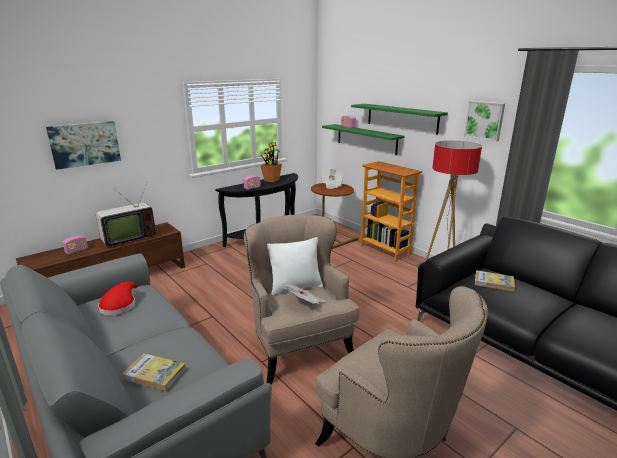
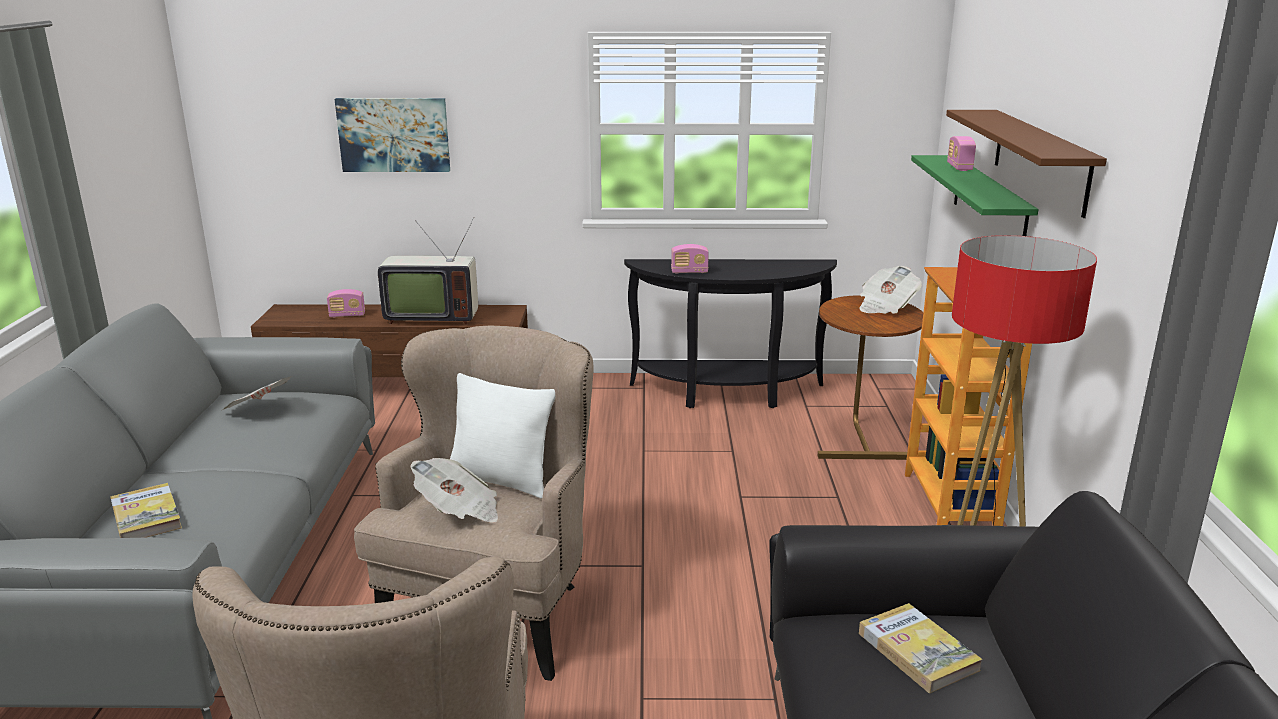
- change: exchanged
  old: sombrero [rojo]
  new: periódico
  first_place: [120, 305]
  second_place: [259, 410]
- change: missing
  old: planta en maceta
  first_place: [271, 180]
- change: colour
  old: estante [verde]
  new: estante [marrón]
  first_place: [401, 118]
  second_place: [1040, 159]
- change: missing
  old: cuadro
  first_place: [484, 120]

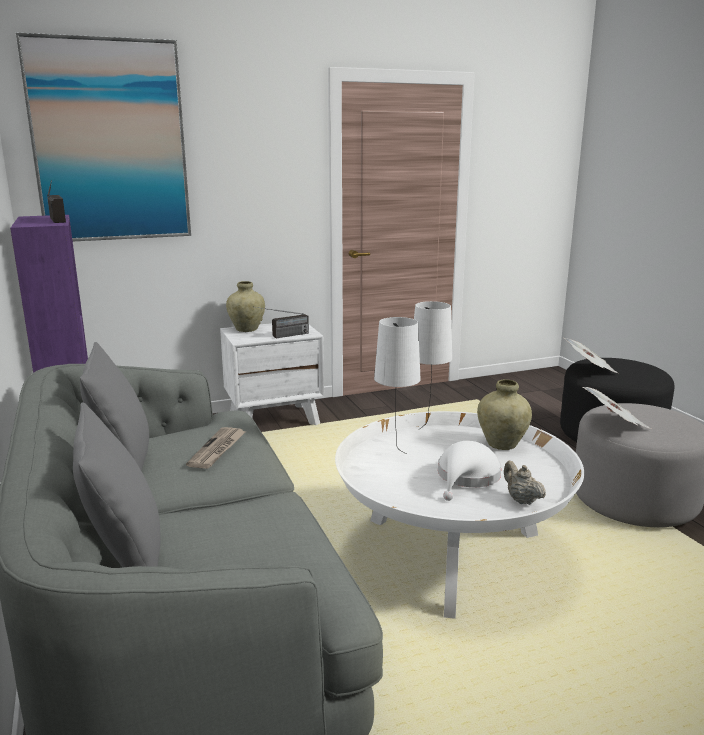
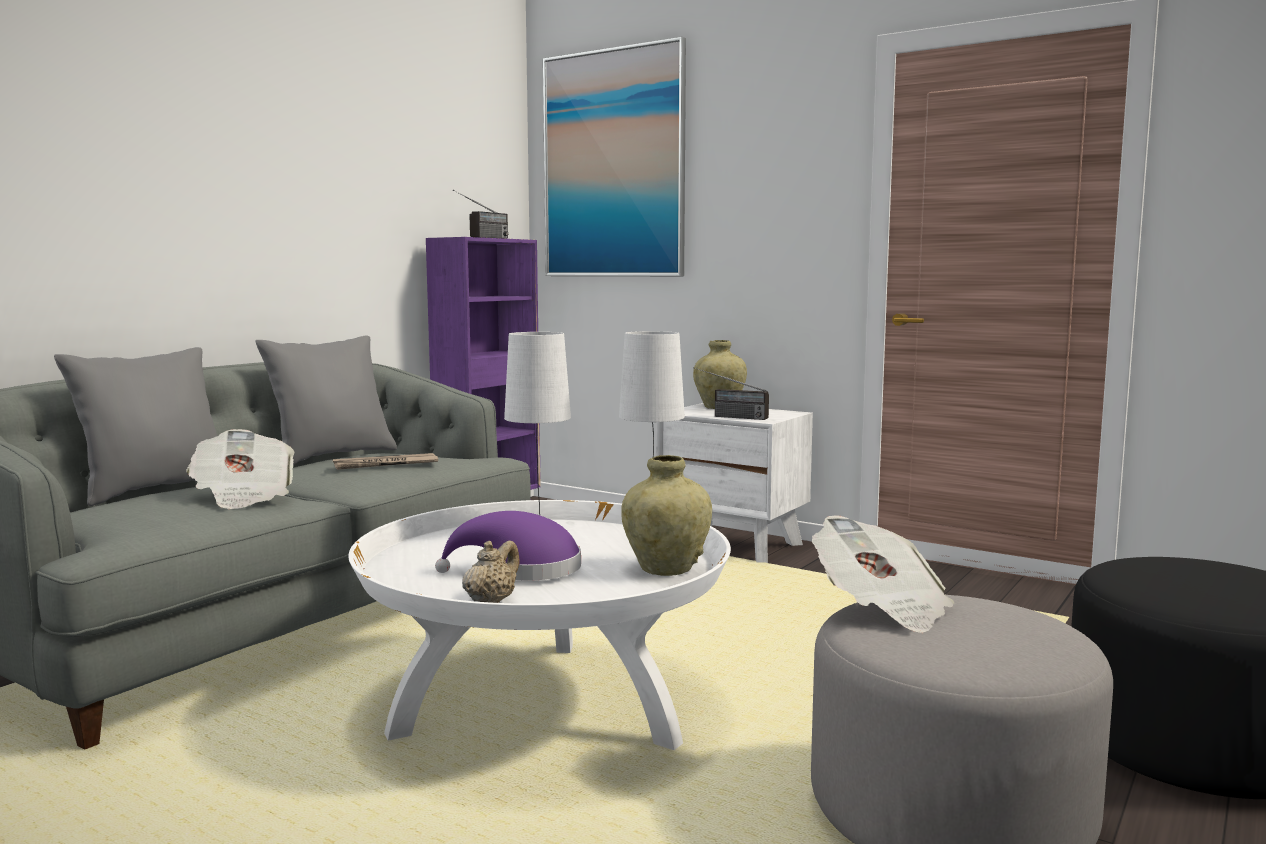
- change: colour
  old: sombrero [blanco]
  new: sombrero [morado]
  first_place: [467, 477]
  second_place: [522, 570]
- change: relocated
  old: periódico
  first_place: [589, 369]
  second_place: [243, 496]

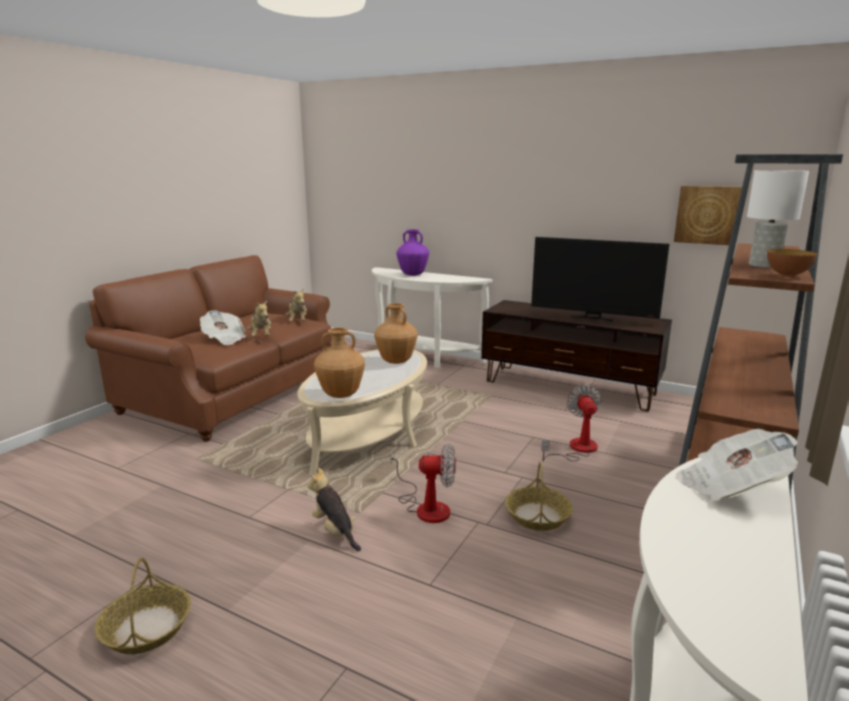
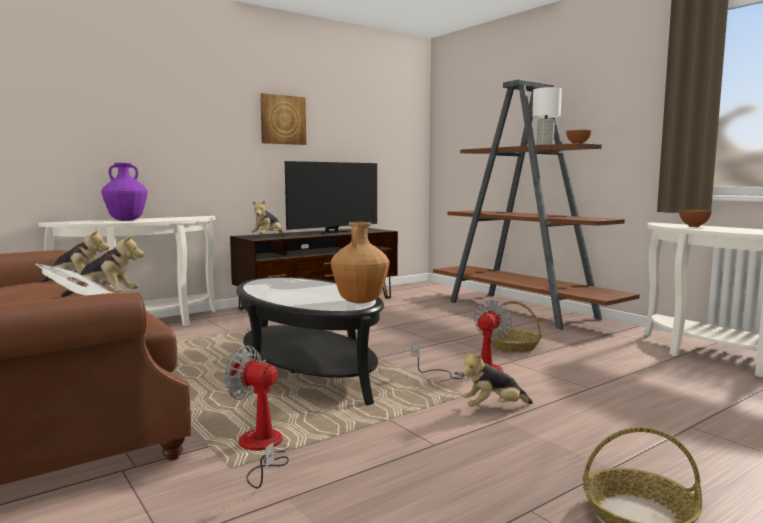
- change: colour
  old: mesa de centro [beis]
  new: mesa de centro [negro]
  first_place: [368, 435]
  second_place: [307, 371]
- change: missing
  old: florero [marrón]
  first_place: [396, 361]
- change: relocated
  old: ventilador
  first_place: [576, 449]
  second_place: [261, 450]
- change: relocated
  old: cuadro
  first_place: [707, 215]
  second_place: [282, 120]
- change: exchanged
  old: periódico
  new: cuenco
  first_place: [730, 487]
  second_place: [693, 226]
- change: appeared
  new: peluche
  second_place: [268, 237]

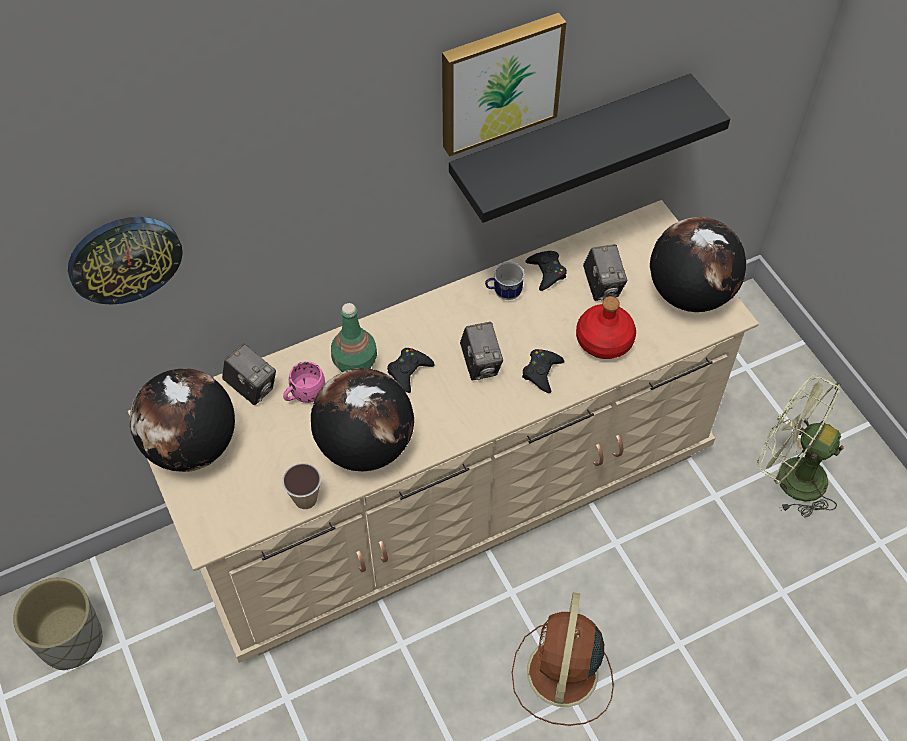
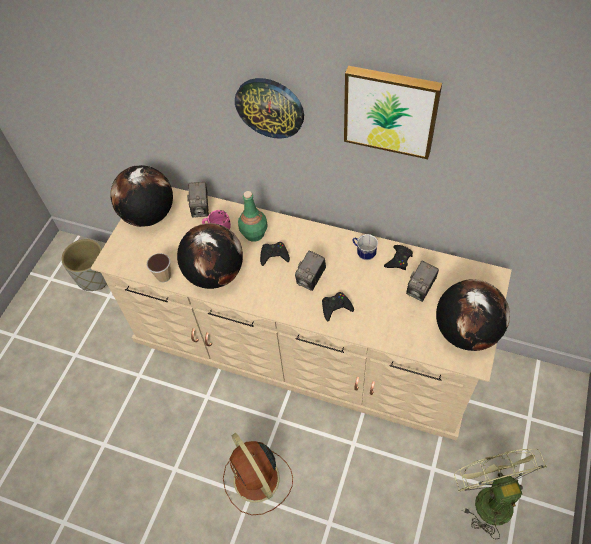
- change: relocated
  old: reloj de pared
  first_place: [124, 258]
  second_place: [270, 107]
- change: missing
  old: estante [negro]
  first_place: [569, 144]
- change: spun
  old: ventilador [marrón]
  first_place: [562, 675]
  second_place: [257, 480]
  degrees: -90
- change: missing
  old: botella [rojo]
  first_place: [603, 341]

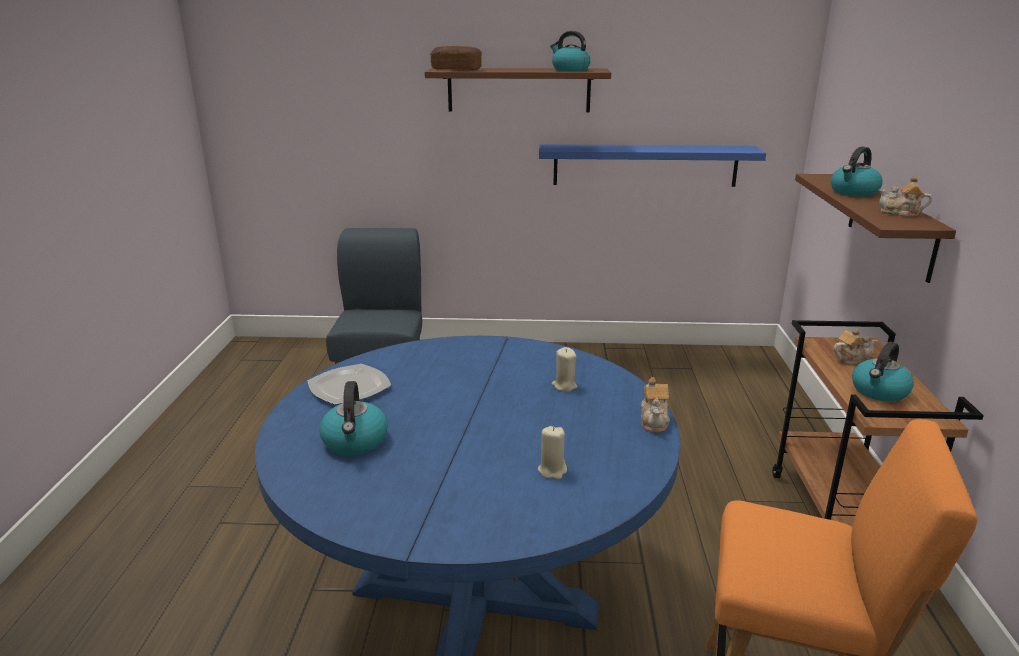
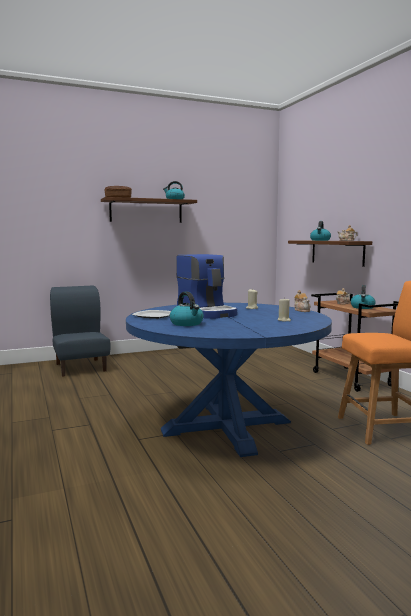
- change: missing
  old: estante [azul]
  first_place: [645, 165]
- change: appeared
  new: cafetera
  second_place: [207, 312]

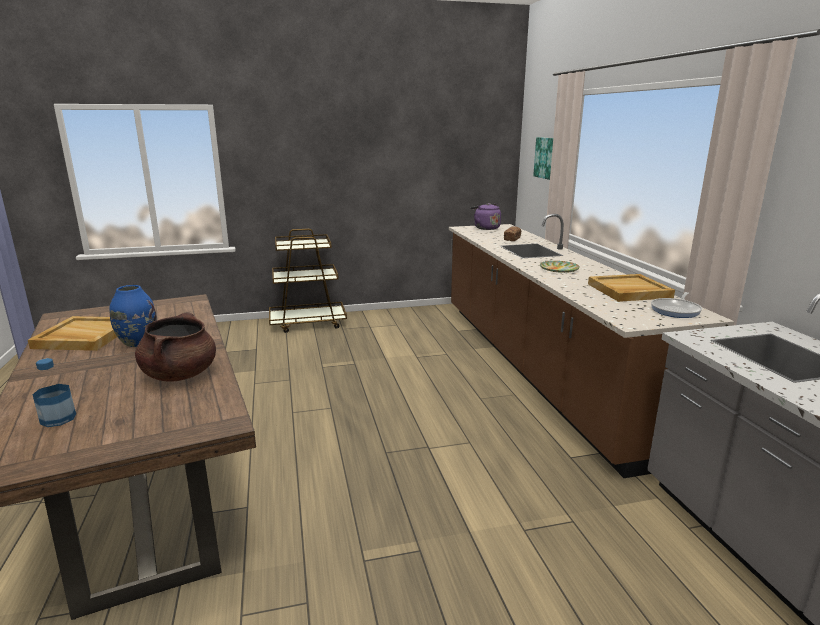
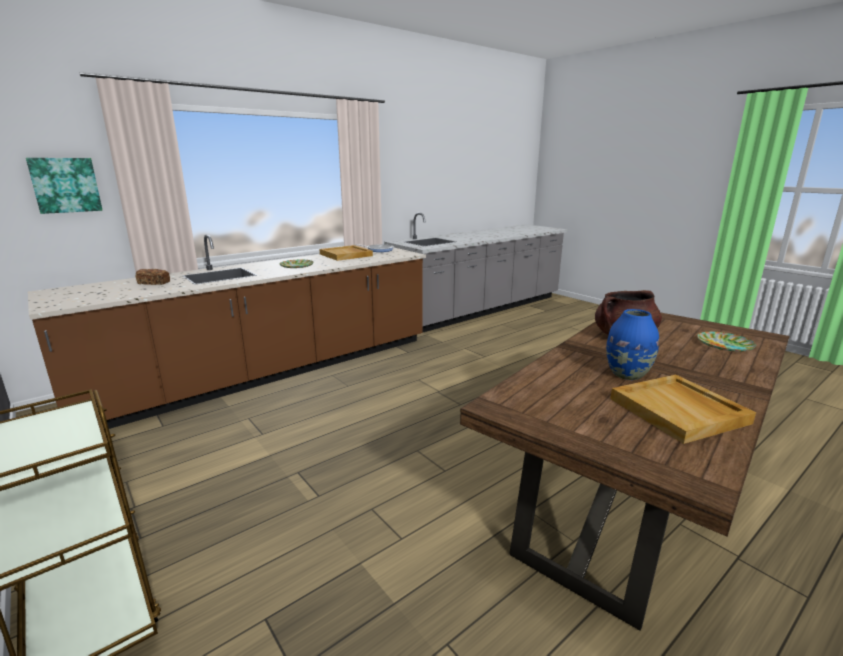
- change: exchanged
  old: botella
  new: plato
  first_place: [58, 419]
  second_place: [725, 345]
- change: missing
  old: hervidor [morado]
  first_place: [485, 228]

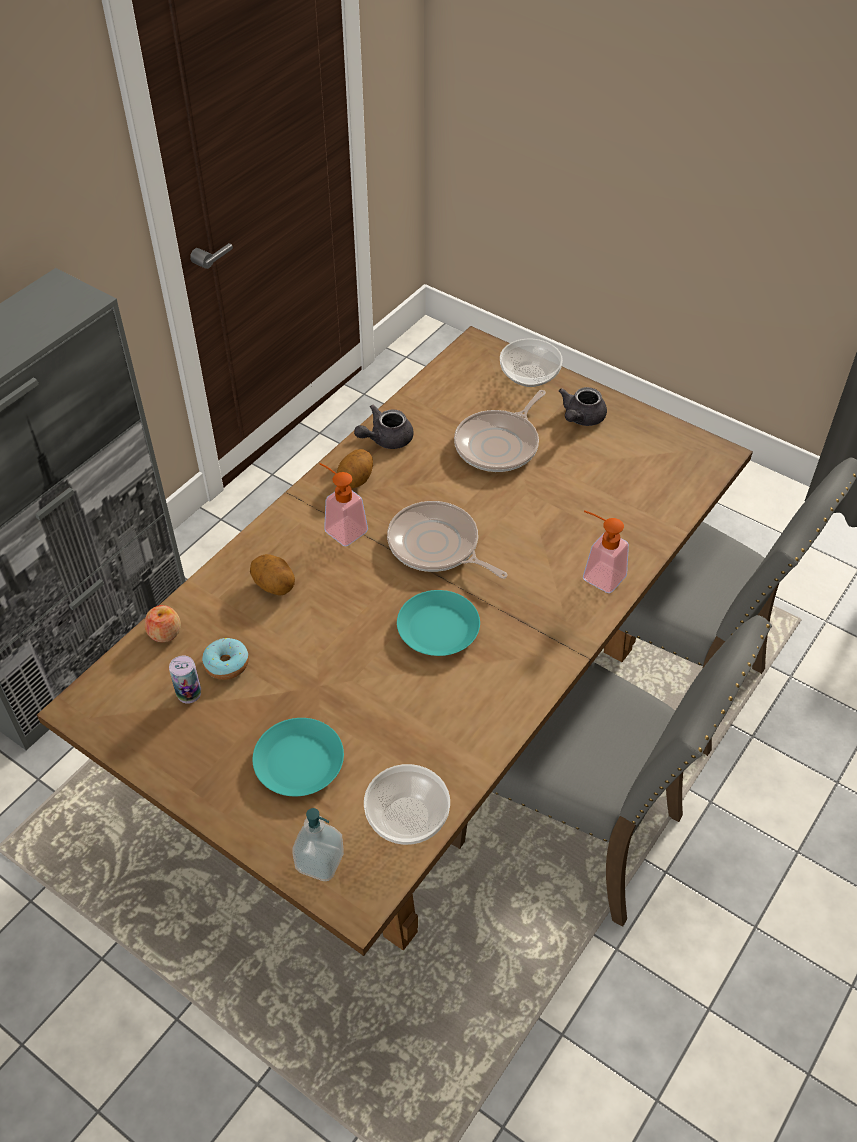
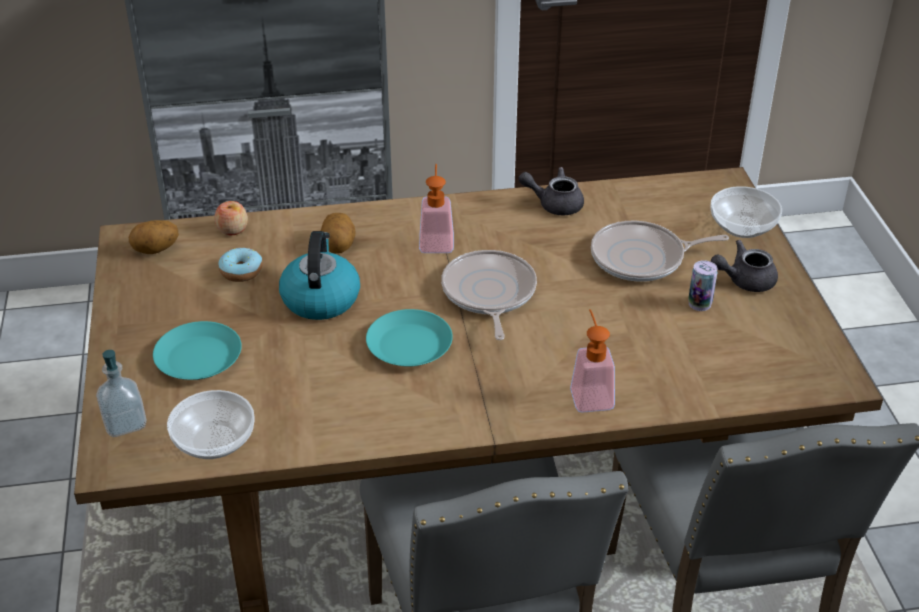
- change: relocated
  old: lata
  first_place: [189, 693]
  second_place: [699, 304]
- change: relocated
  old: patata
  first_place: [356, 480]
  second_place: [156, 250]
- change: appeared
  new: hervidor
  second_place: [320, 298]

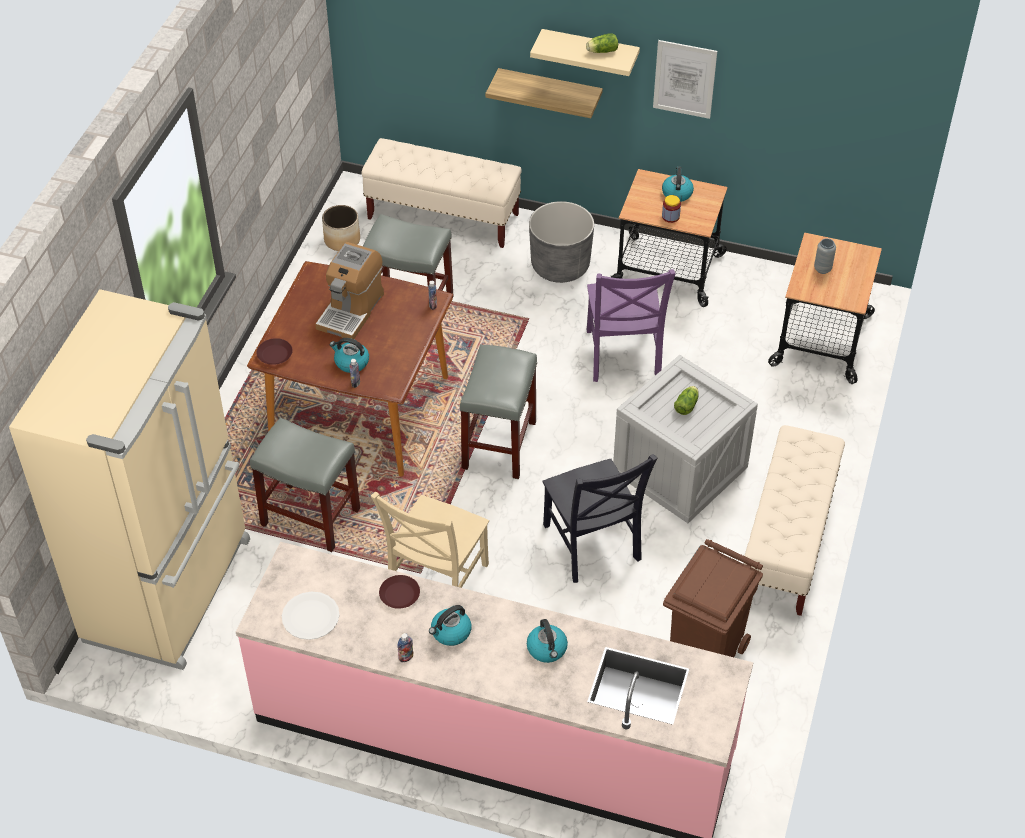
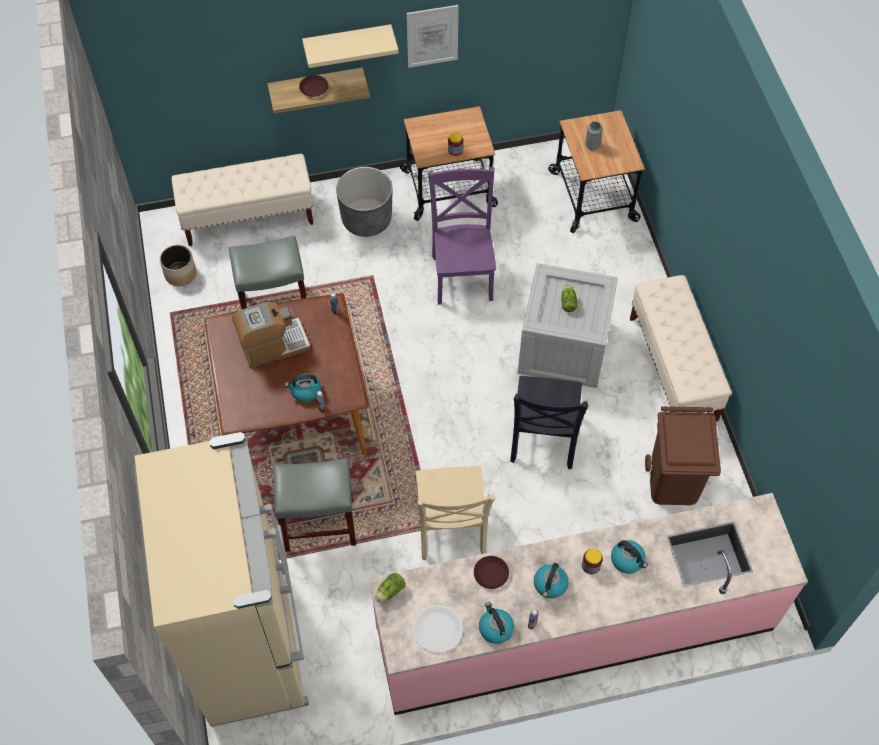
- change: relocated
  old: plato [marrón]
  first_place: [274, 355]
  second_place: [314, 88]
- change: spun
  old: cafetera
  first_place: [351, 310]
  second_place: [273, 345]
  degrees: -105
- change: missing
  old: taburete [gris]
  first_place: [499, 445]
- change: spun
  old: silla [negro]
  first_place: [592, 546]
  second_place: [542, 440]
  degrees: 60
- change: relocated
  old: lechuga
  first_place: [601, 51]
  second_place: [389, 592]
- change: spun
  old: silla [morado]
  first_place: [622, 356]
  second_place: [462, 275]
  degrees: -150
- change: relocated
  old: hervidor
  first_place: [677, 193]
  second_place: [495, 628]
- change: appeared
  new: tarro
  second_place: [591, 565]

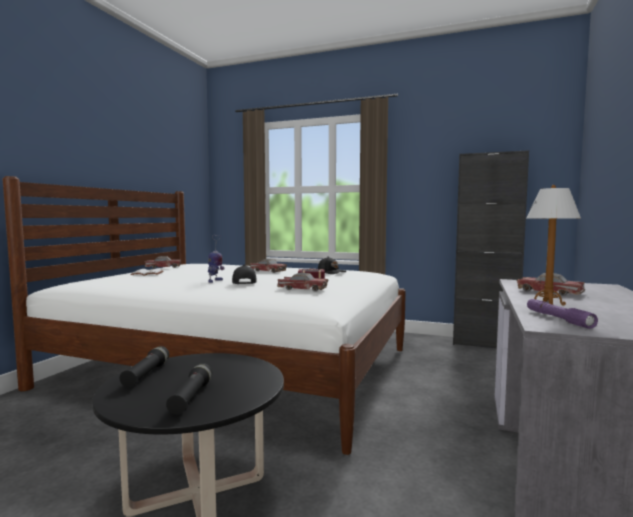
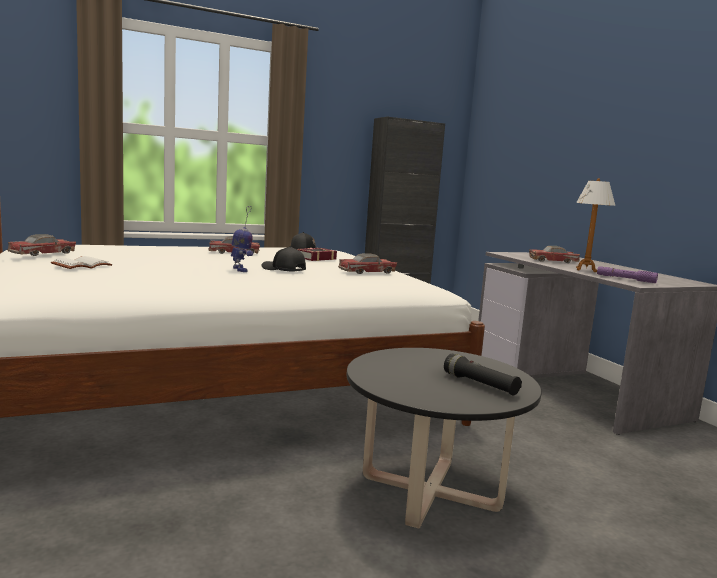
- change: missing
  old: linterna [negro]
  first_place: [146, 375]

